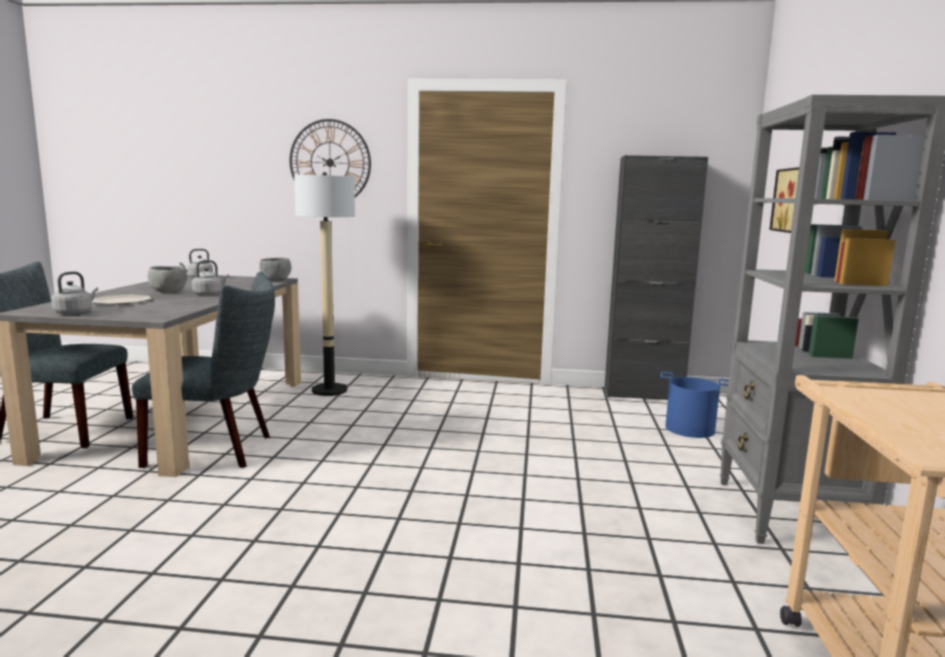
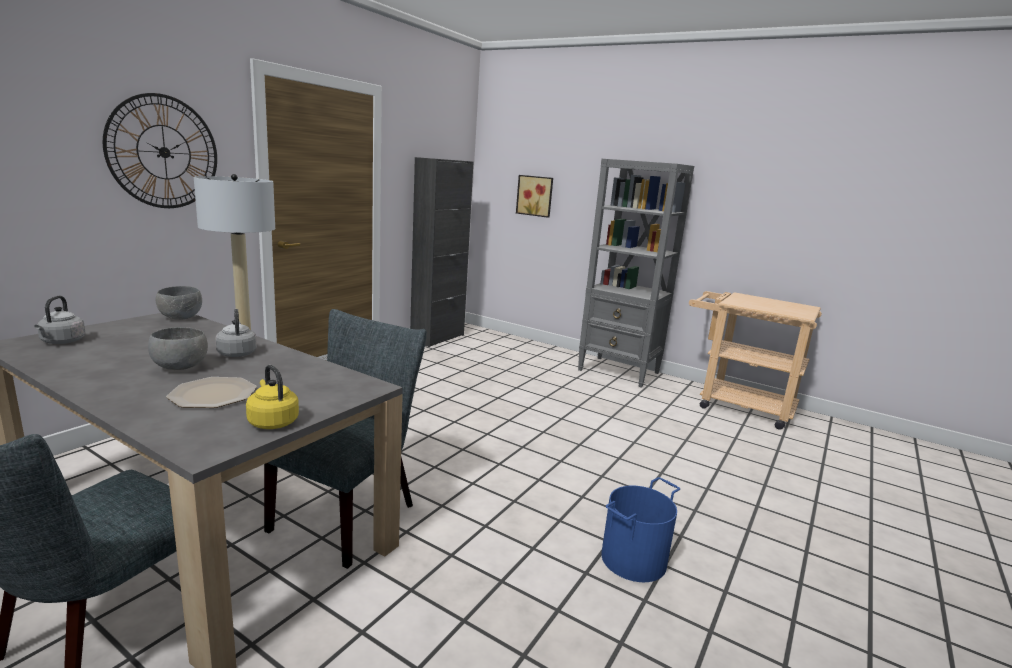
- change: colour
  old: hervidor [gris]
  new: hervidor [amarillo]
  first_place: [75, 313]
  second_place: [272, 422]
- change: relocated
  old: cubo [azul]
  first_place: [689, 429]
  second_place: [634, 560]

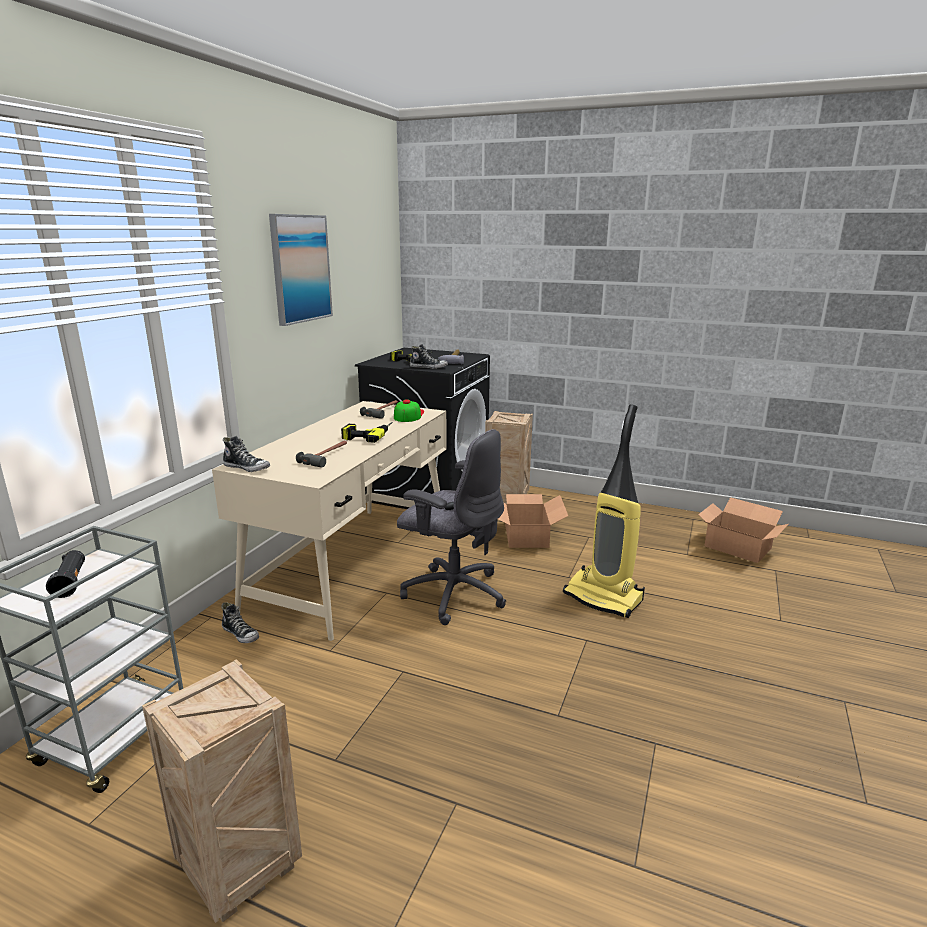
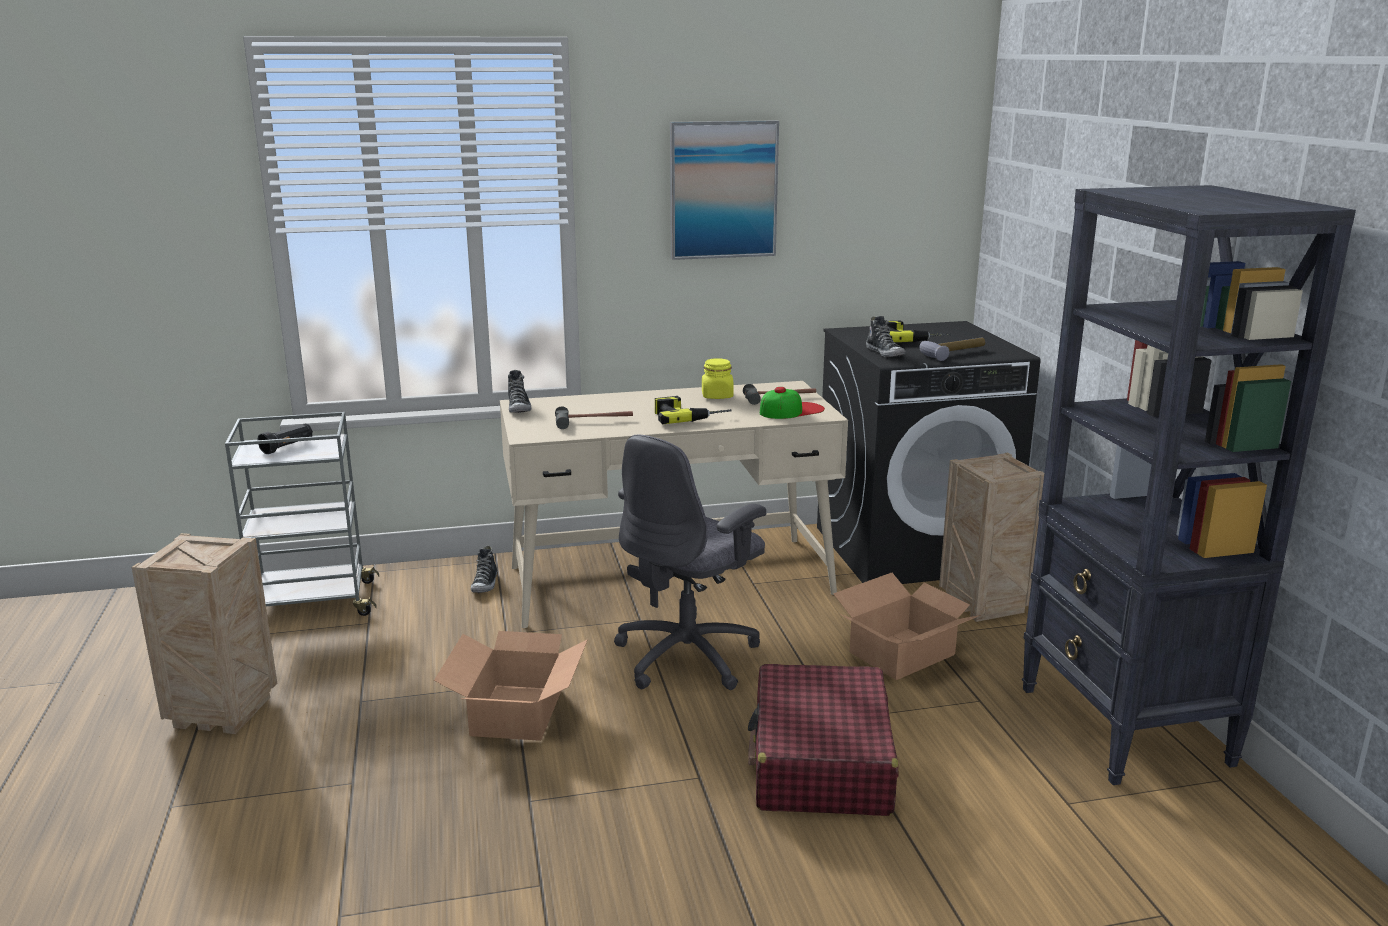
- change: spun
  old: silla de oficina [gris]
  first_place: [453, 593]
  second_place: [689, 656]
  degrees: 45
- change: exchanged
  old: aspiradora
  new: maleta [rojo]
  first_place: [604, 597]
  second_place: [821, 762]
- change: relocated
  old: caja de cartón
  first_place: [737, 546]
  second_place: [518, 712]
- change: appeared
  new: tarro [amarillo]
  second_place: [717, 396]
- change: appeared
  new: estantería [negro]
  second_place: [1124, 727]

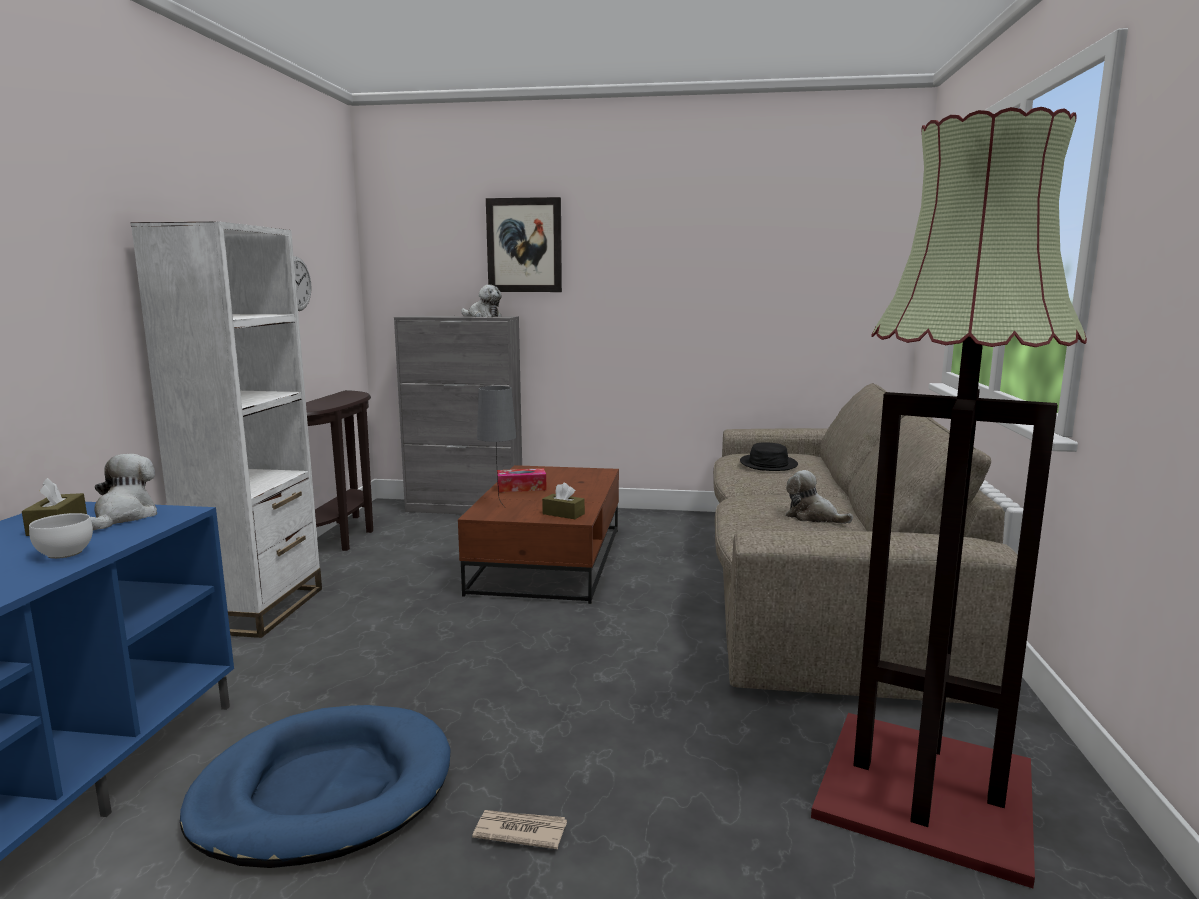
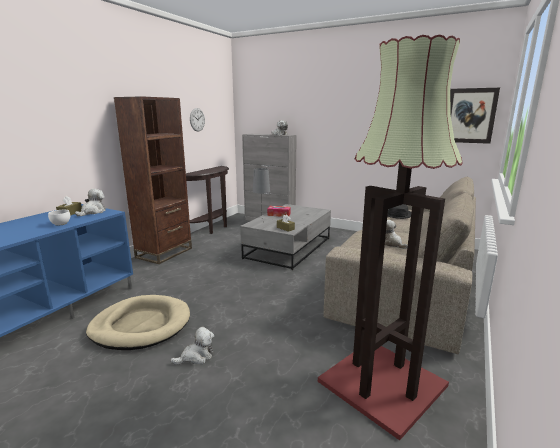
- change: colour
  old: estantería [blanco]
  new: estantería [marrón]
  first_place: [257, 609]
  second_place: [164, 253]
- change: colour
  old: cama para perro [azul]
  new: cama para perro [beis]
  first_place: [324, 791]
  second_place: [141, 325]
- change: colour
  old: mesa de centro [marrón]
  new: mesa de centro [gris]
  first_place: [549, 560]
  second_place: [288, 248]
- change: exchanged
  old: periódico
  new: peluche
  first_place: [519, 831]
  second_place: [196, 357]
- change: relocated
  old: cuadro
  first_place: [524, 245]
  second_place: [470, 116]

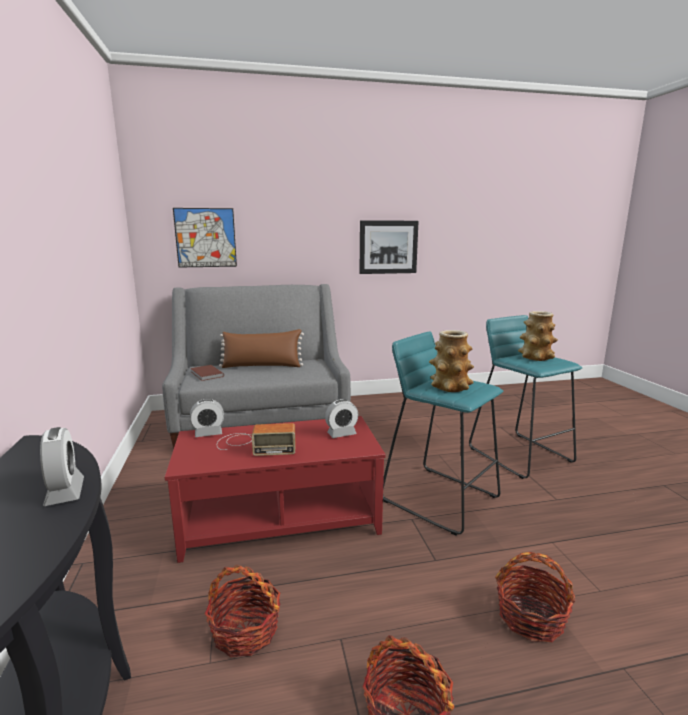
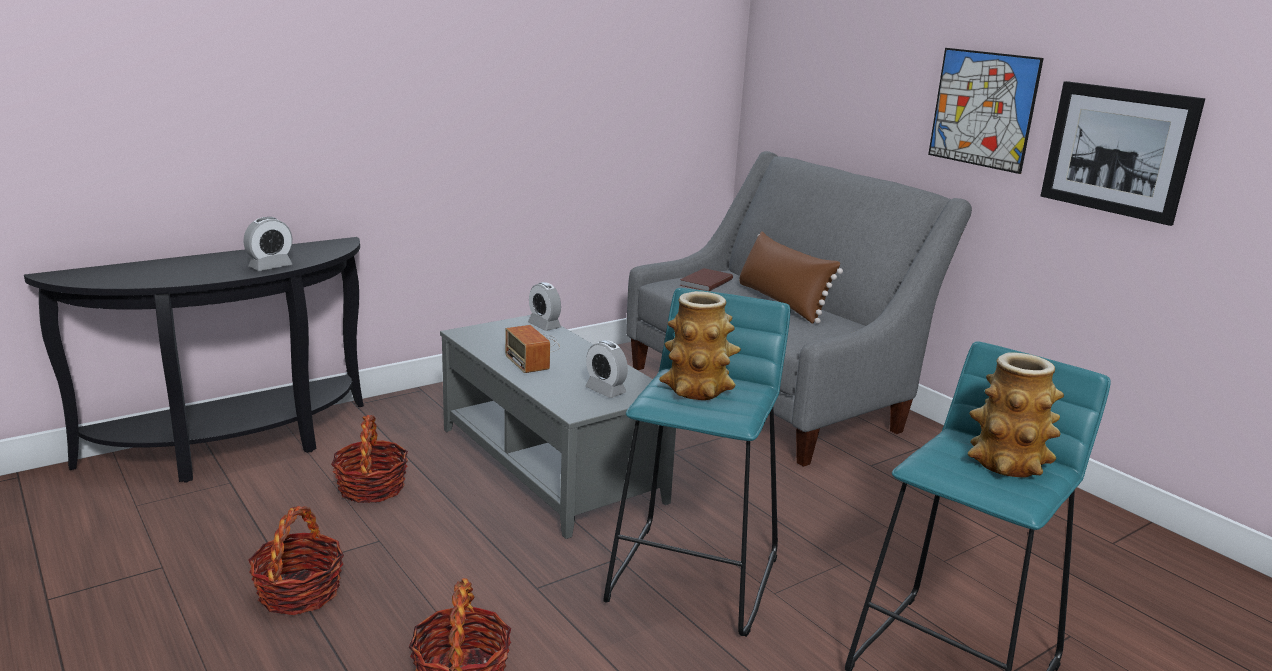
- change: colour
  old: mesa de centro [rojo]
  new: mesa de centro [gris]
  first_place: [280, 518]
  second_place: [552, 464]
- change: relocated
  old: cuadro
  first_place: [205, 238]
  second_place: [983, 109]

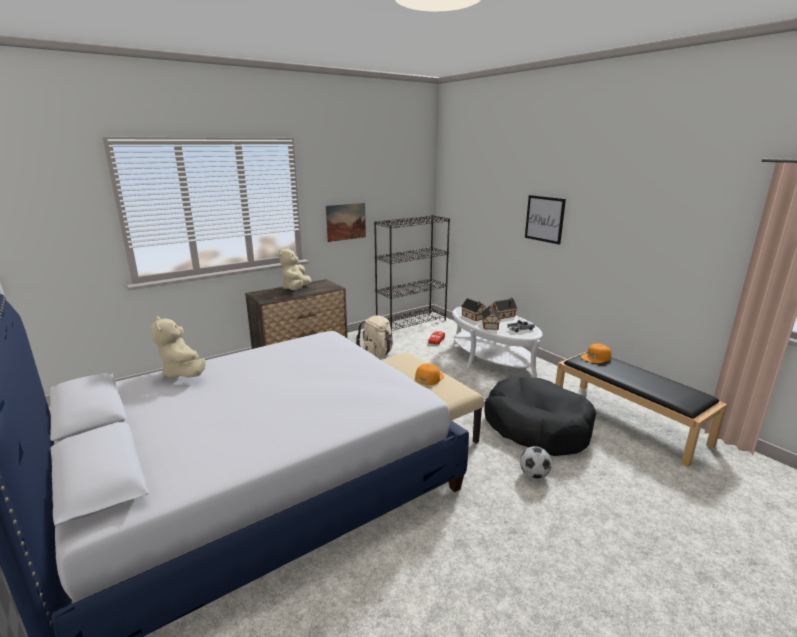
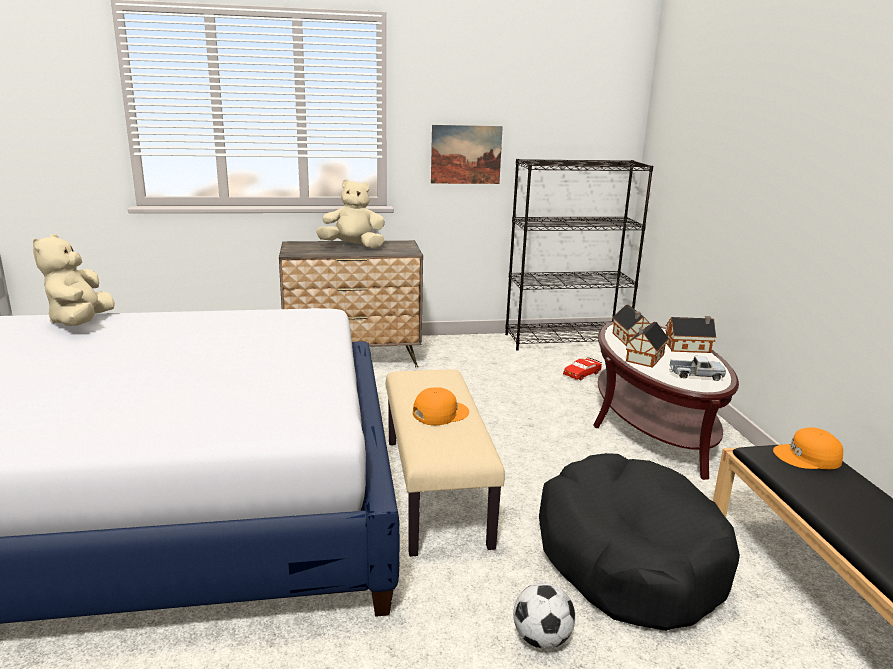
- change: spun
  old: peluche [beis]
  first_place: [296, 289]
  second_place: [353, 246]
  degrees: 60
- change: missing
  old: mochila [beis]
  first_place: [377, 355]
- change: colour
  old: mesa de centro [blanco]
  new: mesa de centro [marrón]
  first_place: [491, 359]
  second_place: [652, 423]
- change: missing
  old: cuadro
  first_place: [544, 219]

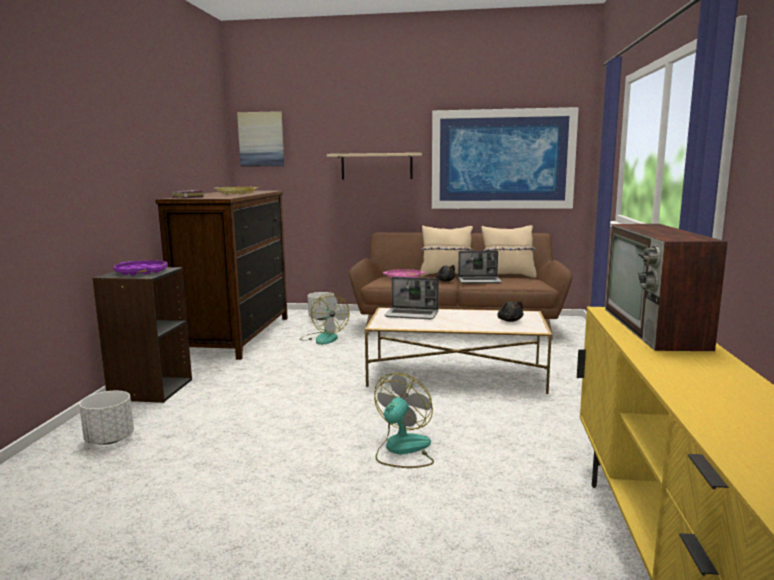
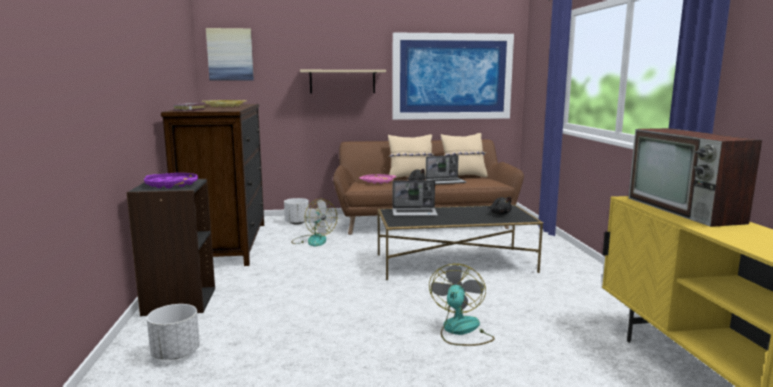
- change: colour
  old: mesa de centro [blanco]
  new: mesa de centro [negro]
  first_place: [456, 374]
  second_place: [455, 263]

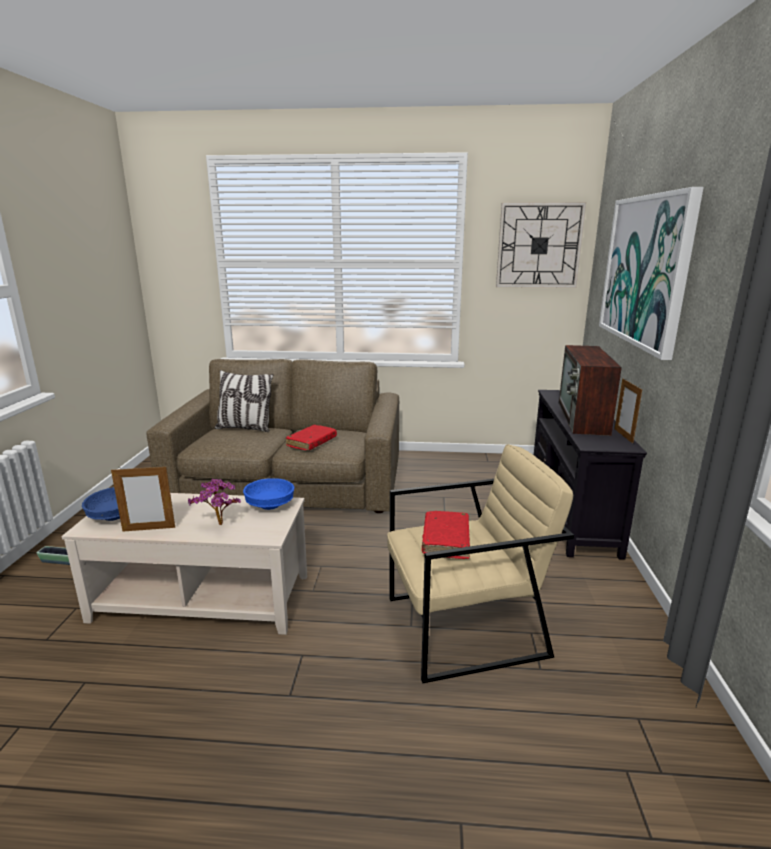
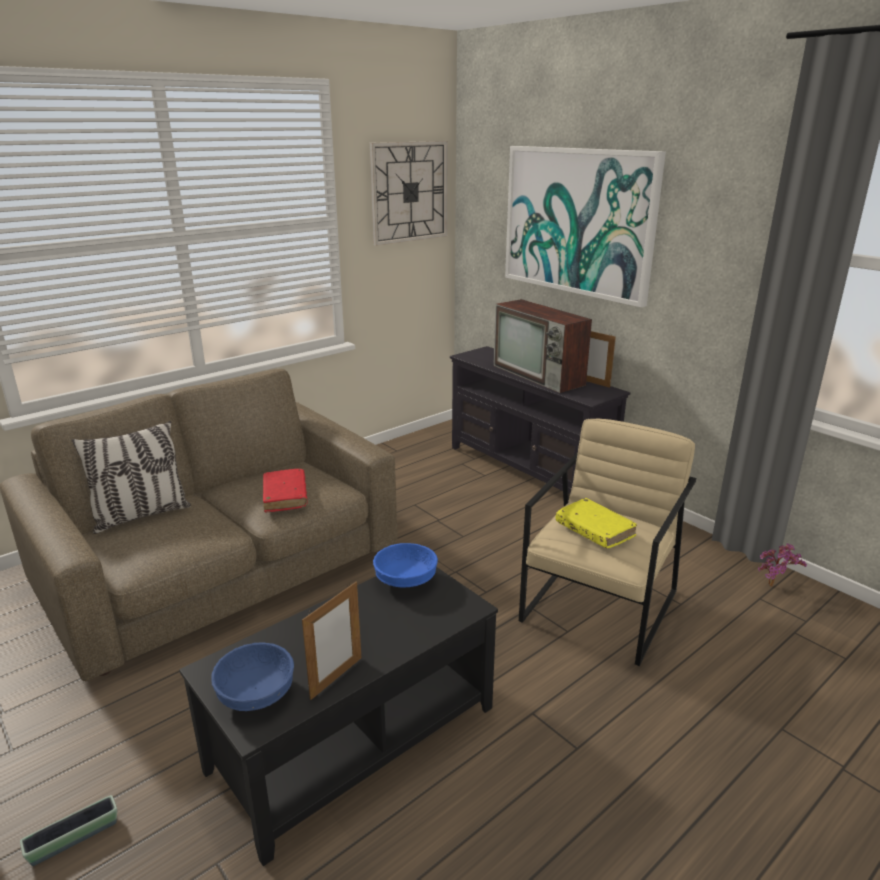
- change: colour
  old: mesa de centro [beis]
  new: mesa de centro [negro]
  first_place: [203, 598]
  second_place: [355, 738]
- change: relocated
  old: planta en maceta
  first_place: [219, 526]
  second_place: [774, 587]
- change: colour
  old: libro [rojo]
  new: libro [amarillo]
  first_place: [446, 540]
  second_place: [594, 530]

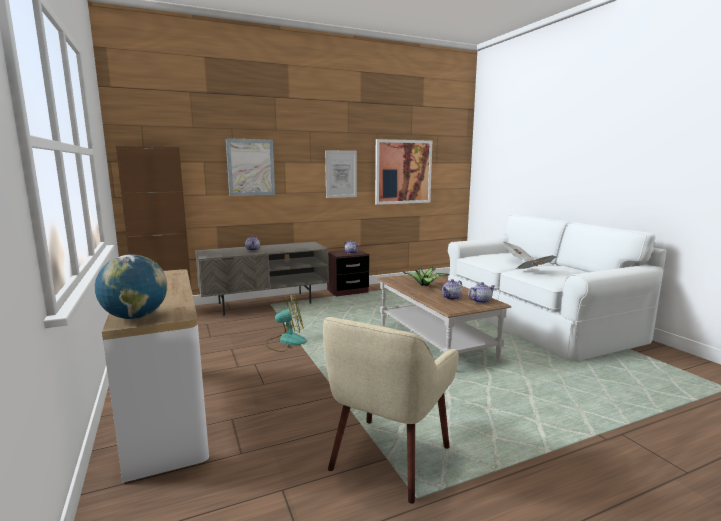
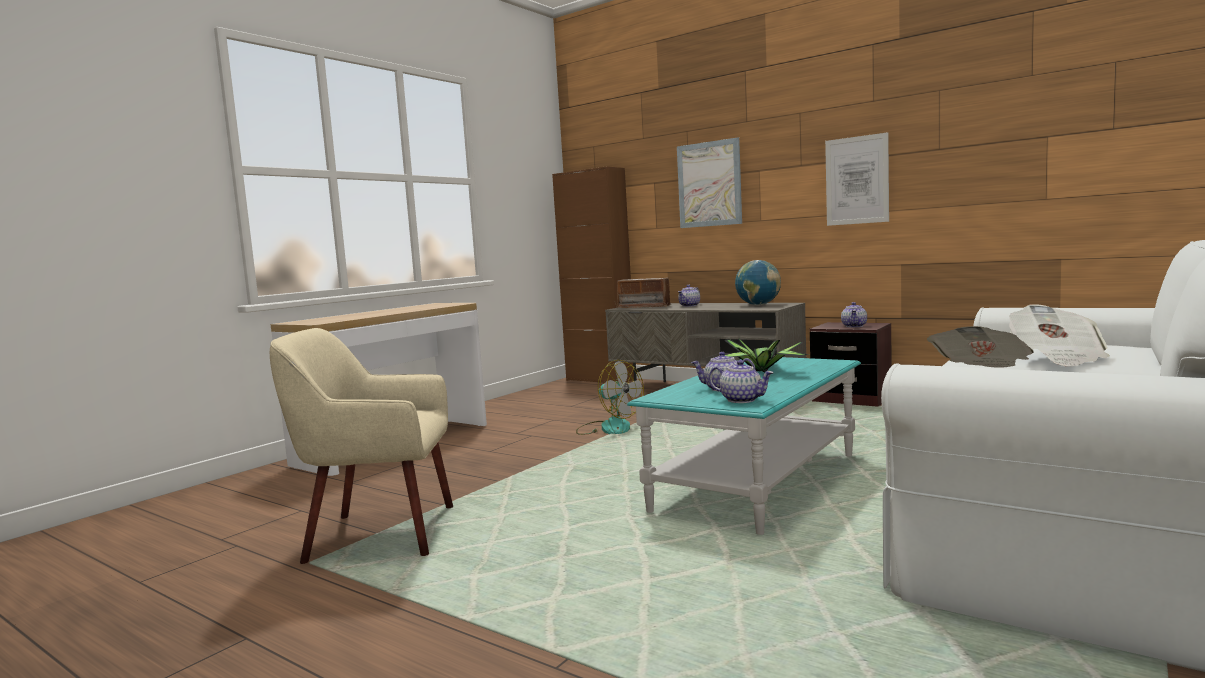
- change: relocated
  old: globo terráqueo
  first_place: [135, 317]
  second_place: [758, 305]
- change: missing
  old: cuadro
  first_place: [403, 172]
- change: colour
  old: mesa de centro [marrón]
  new: mesa de centro [turquesa]
  first_place: [435, 341]
  second_place: [758, 483]
- change: appeared
  new: radio
  second_place: [644, 307]

